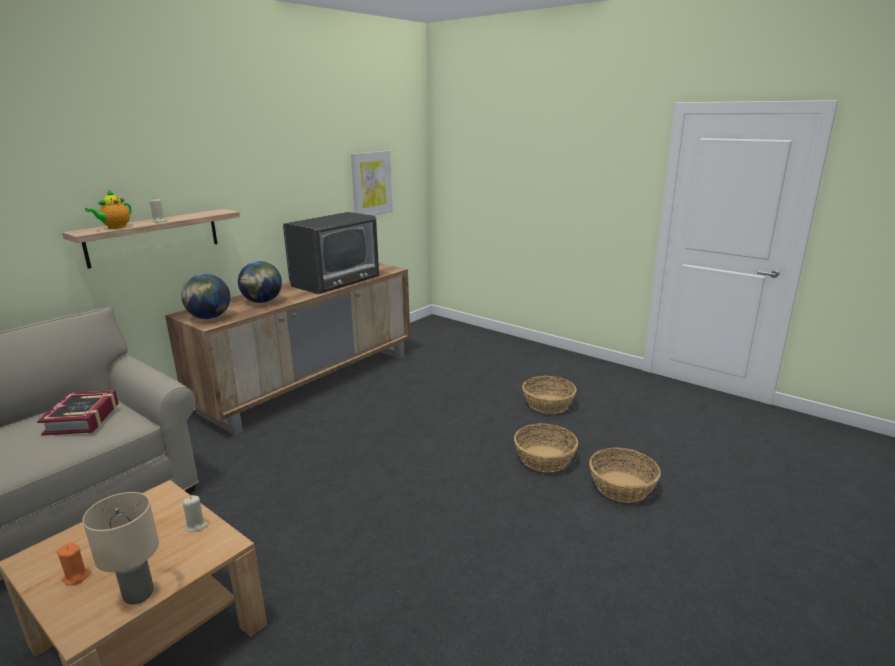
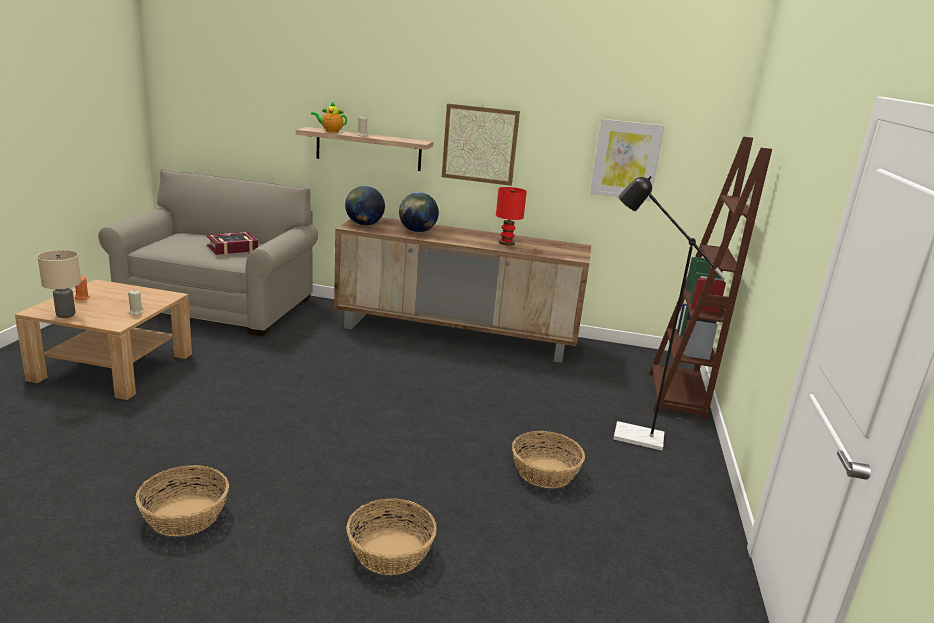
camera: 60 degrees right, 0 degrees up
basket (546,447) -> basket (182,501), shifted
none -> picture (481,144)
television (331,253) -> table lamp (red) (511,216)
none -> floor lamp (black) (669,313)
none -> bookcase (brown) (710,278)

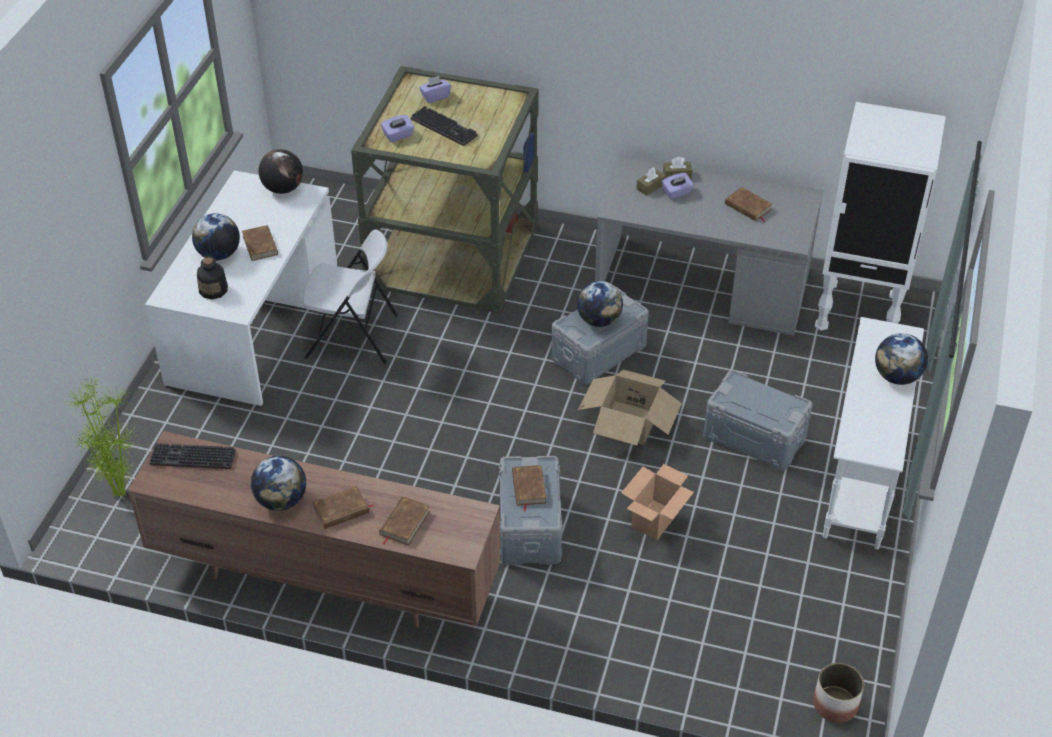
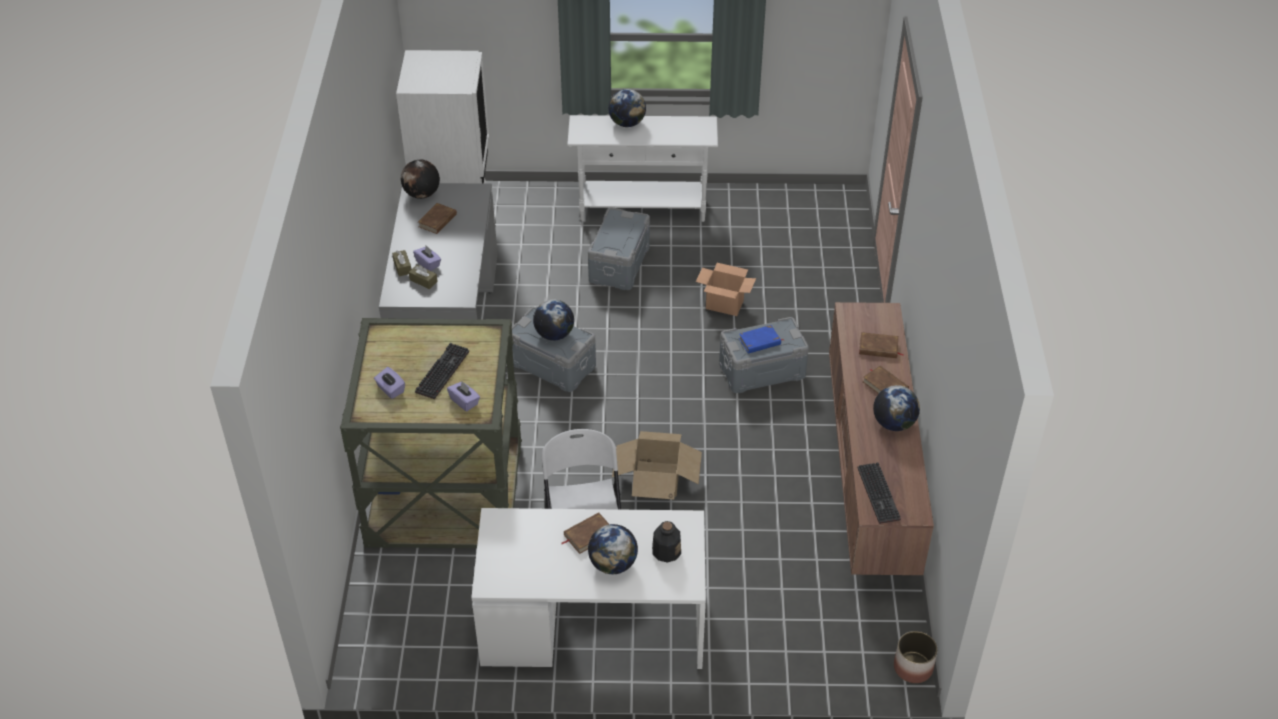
camera: 105 degrees left, 0 degrees up
globe (280,171) -> globe (420,179), shifted
cardboard box (630,407) -> cardboard box (657,465), shifted
book (brown) (529,488) -> book (blue) (761,339)
planter (838,693) -> planter (916,657), shifted
potted plant (102,436) -> none

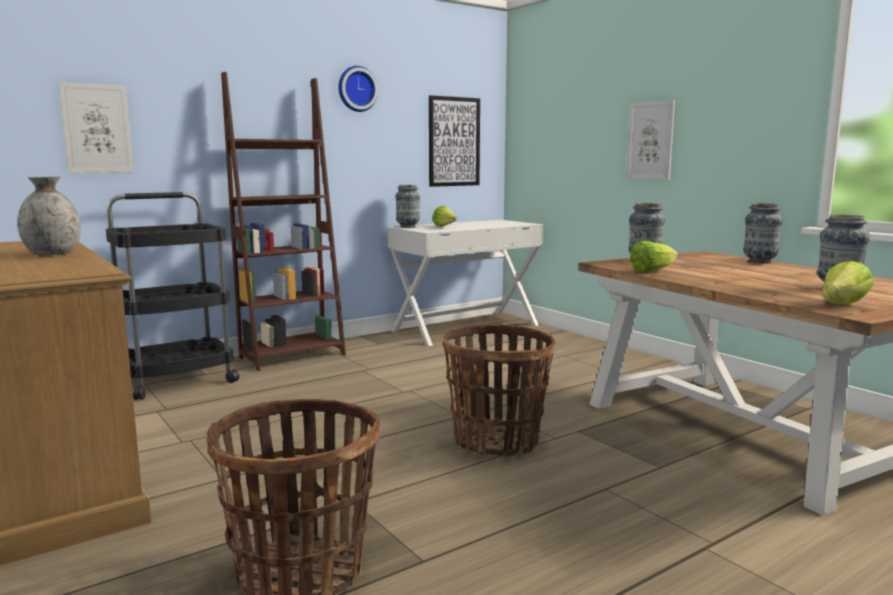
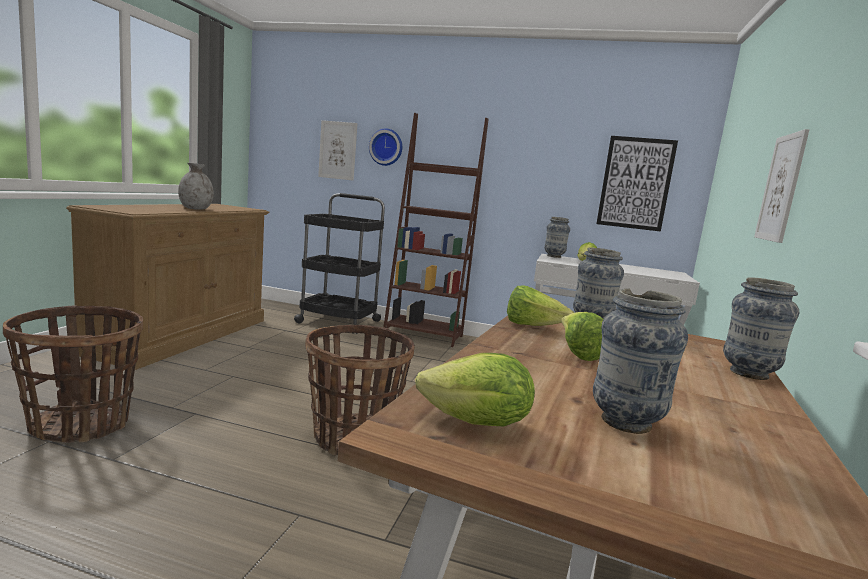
camera: 50 degrees right, 0 degrees up
wall clock (358,89) -> wall clock (385,147), shifted
none -> lettuce (582,336)

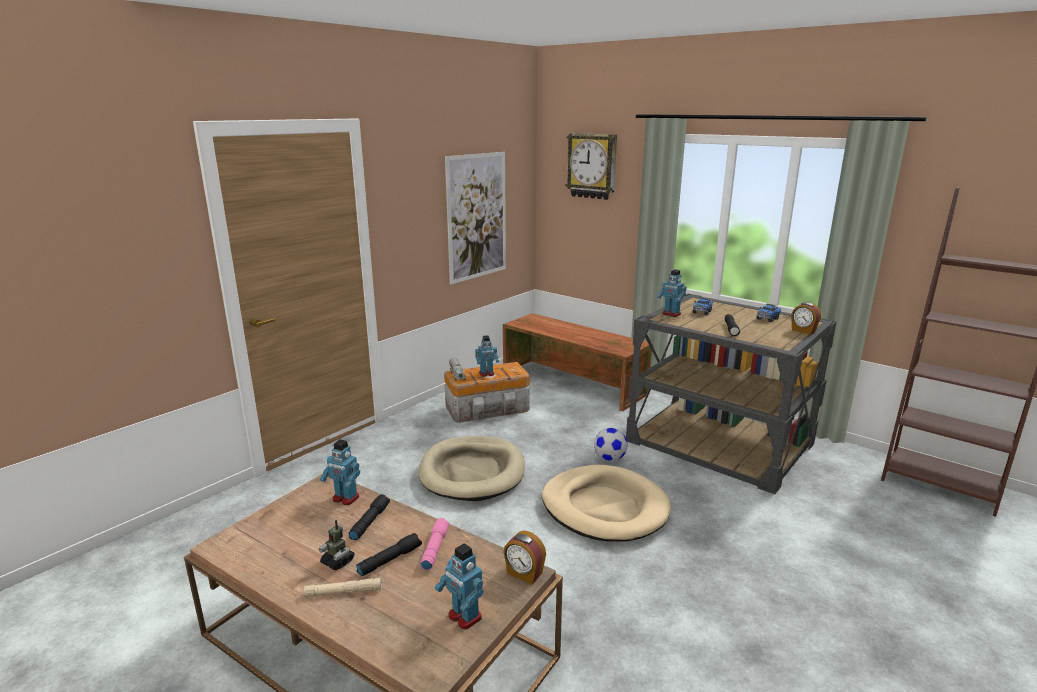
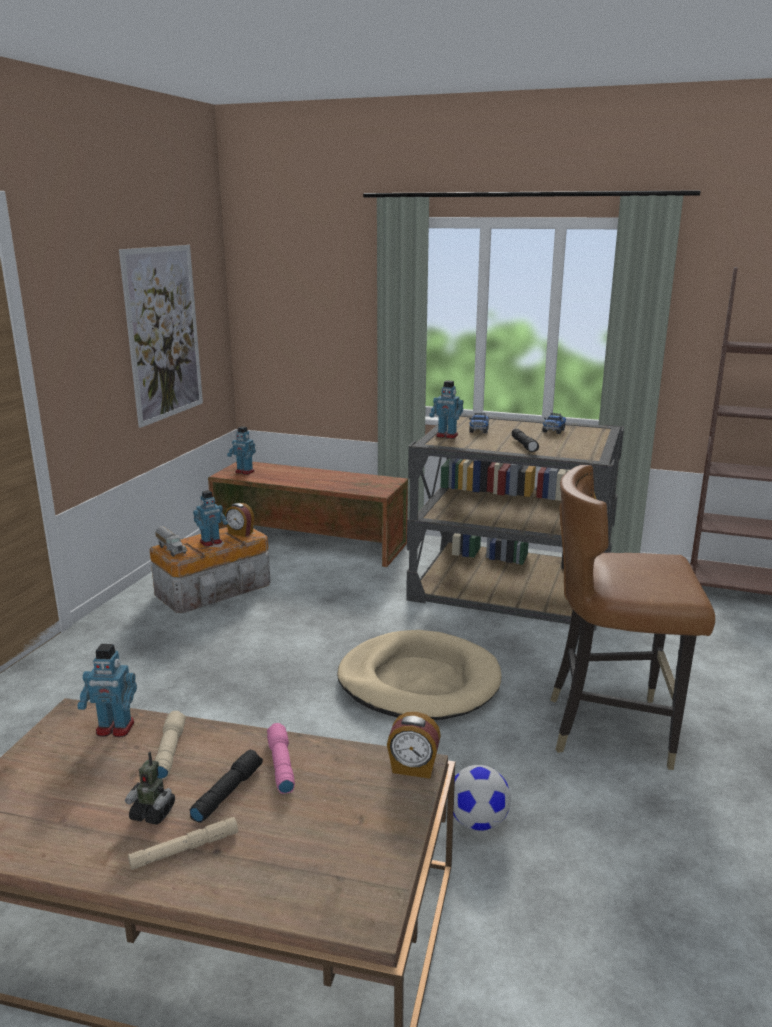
camera: 20 degrees left, 0 degrees up
flashlight (black) (369,517) -> flashlight (beige) (170,745)
alarm clock (806,318) -> alarm clock (239,520), shifted
toy robot (459,586) -> toy robot (241,450), shifted
football (611,444) -> football (482,798), shifted
none -> chair (brown) (632,617)
dog bed (beige) (472,468) -> none
wall clock (591,166) -> none

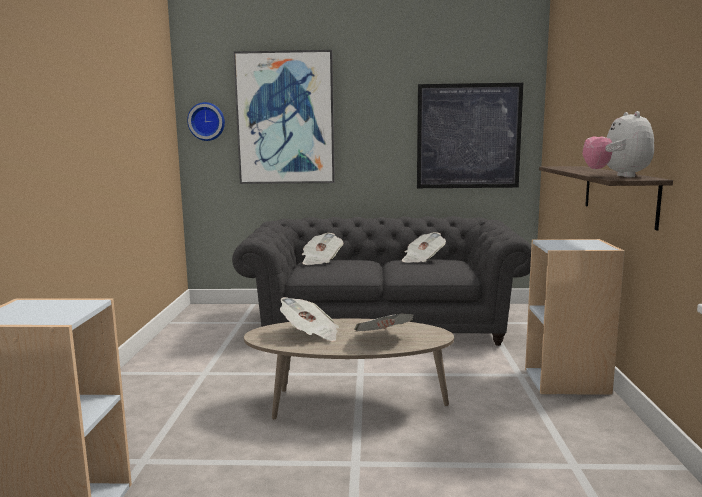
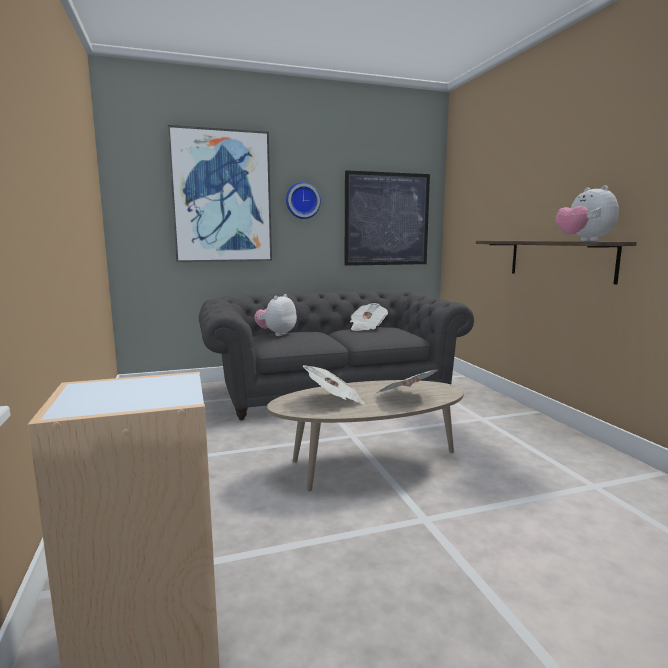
camera: 20 degrees left, 0 degrees up
newspaper (322,249) -> plush toy (275,315)
wall clock (206,121) -> wall clock (303,200), shifted
bookcase (575,317) -> none

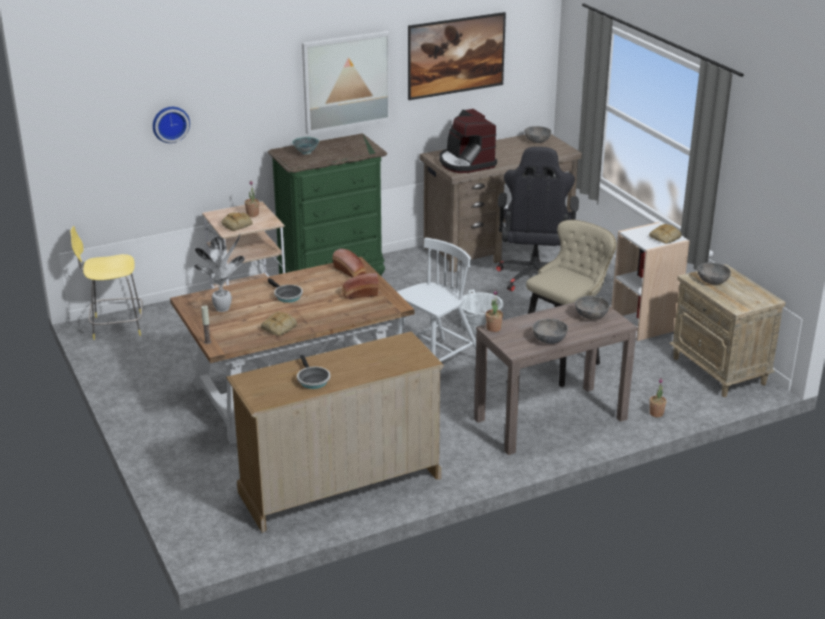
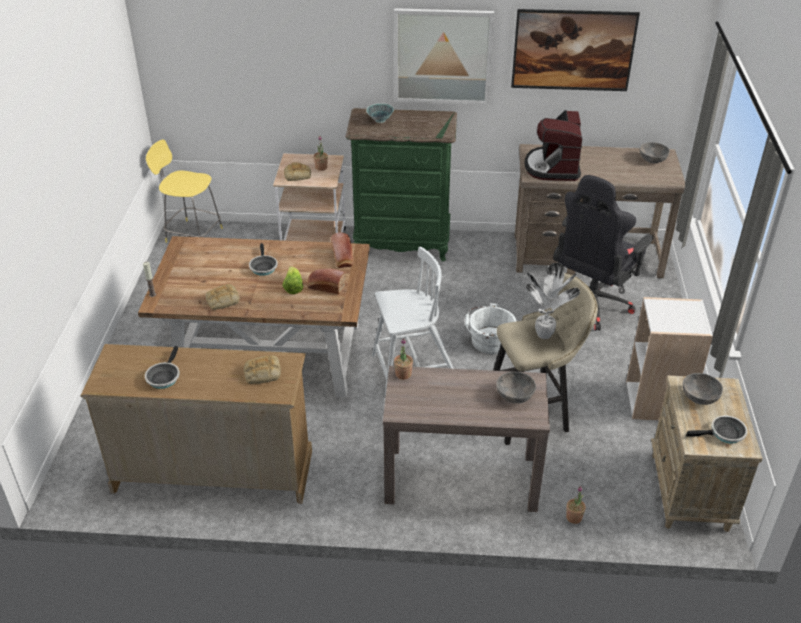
camera: 30 degrees right, 10 degrees up
bread (665,234) -> bread (262,369), shifted
none -> lettuce (292,280)
potted plant (219,273) -> potted plant (553,301), shifted
none -> frying pan (717,429)
wall clock (171,125) -> none
bowl (grey) (550,331) -> none

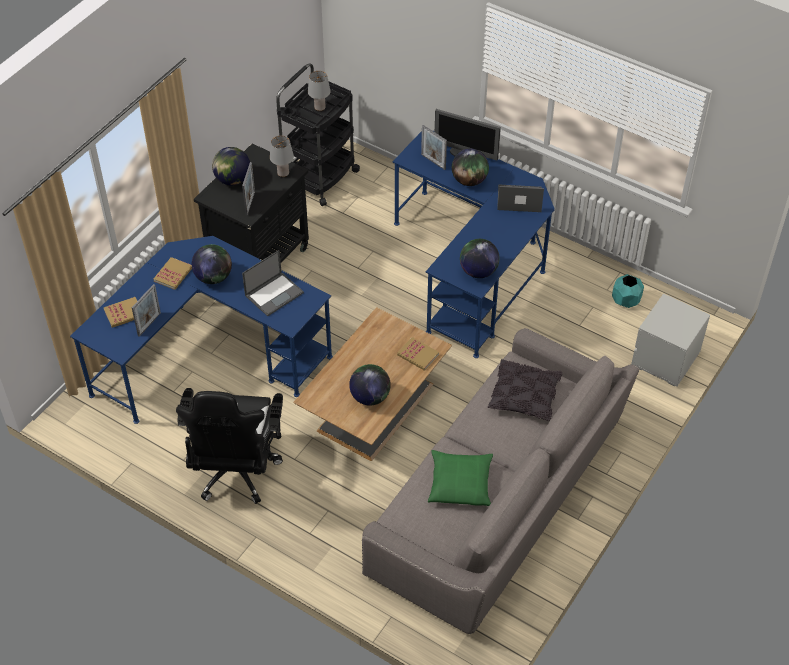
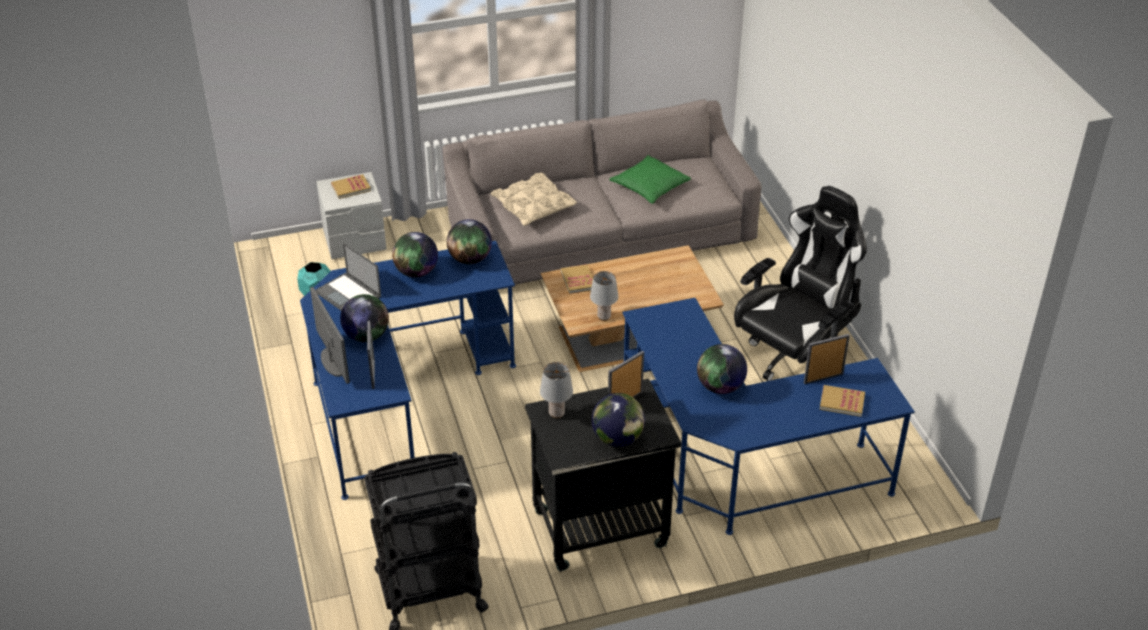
camera: 140 degrees left, 10 degrees down
book (172,273) -> book (351,186), shifted
globe (370,385) -> globe (415,255), shifted
pillow (black) (525,390) -> pillow (beige) (533,199)
table lamp (grey) (319,91) -> table lamp (grey) (604,296), shifted
laptop (273,283) -> none

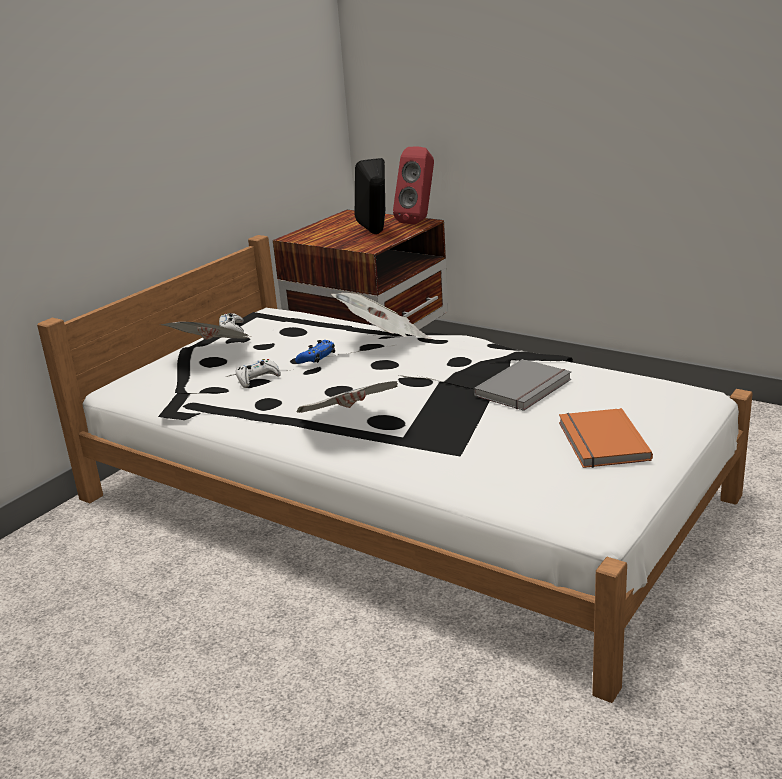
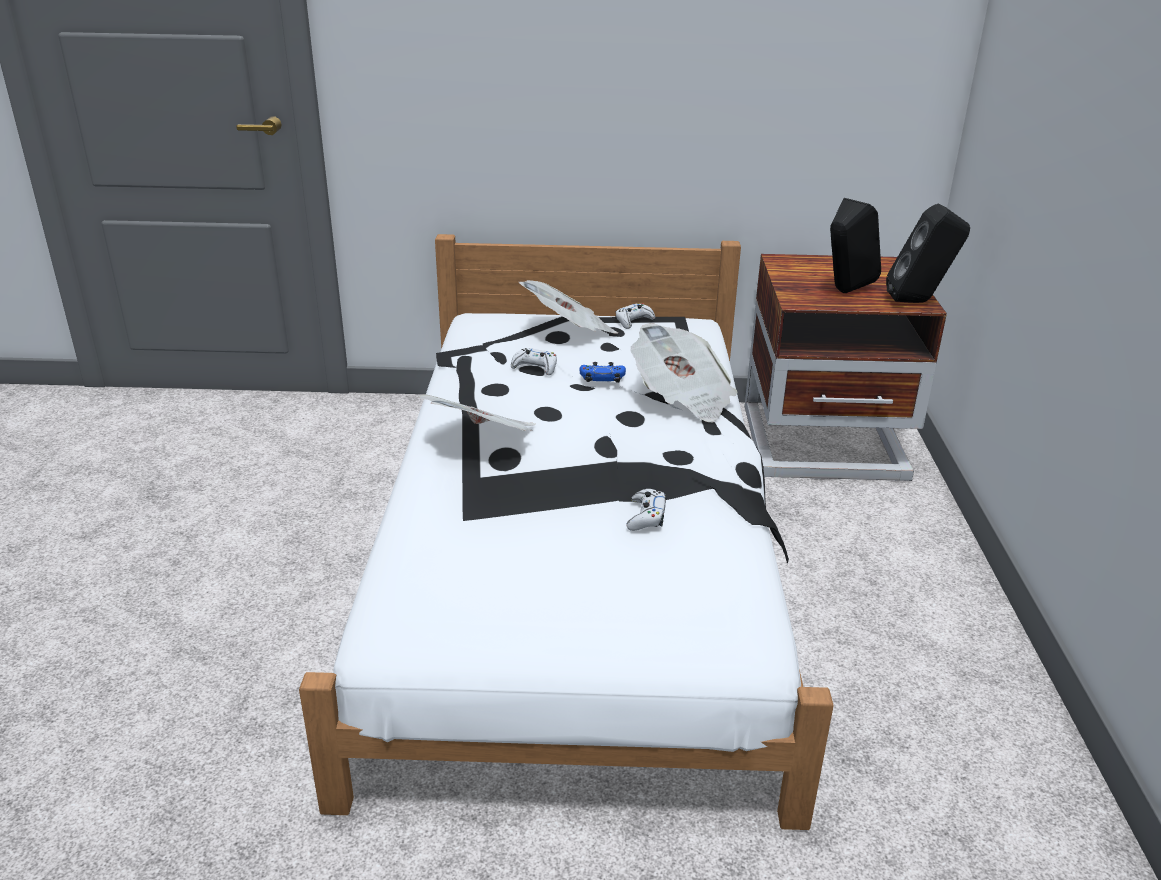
camera: 55 degrees right, 5 degrees up
book (grey) (522,385) -> game controller (white) (646,510)
speaker (red) (413,185) -> speaker (black) (928,253)
book (orange) (606,438) -> none

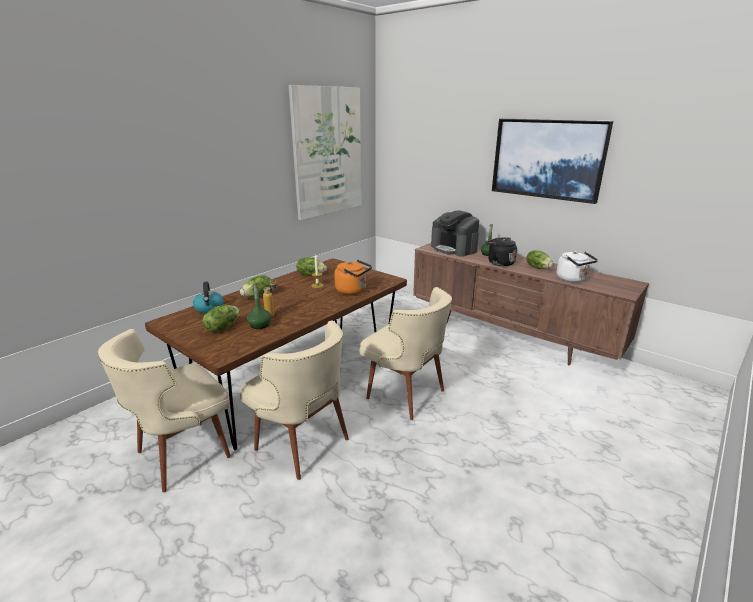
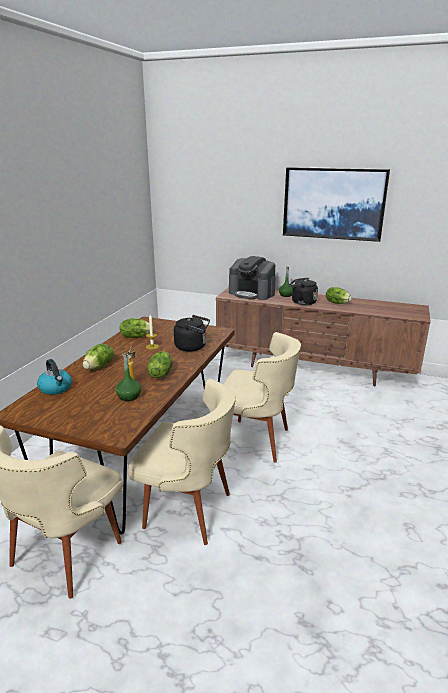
camera: 20 degrees left, 0 degrees up
lettuce (221,318) -> lettuce (159,364), shifted
kettle (orange) (353,277) -> kettle (black) (192,333)
picture (325,152) -> none
kettle (white) (577,266) -> none

